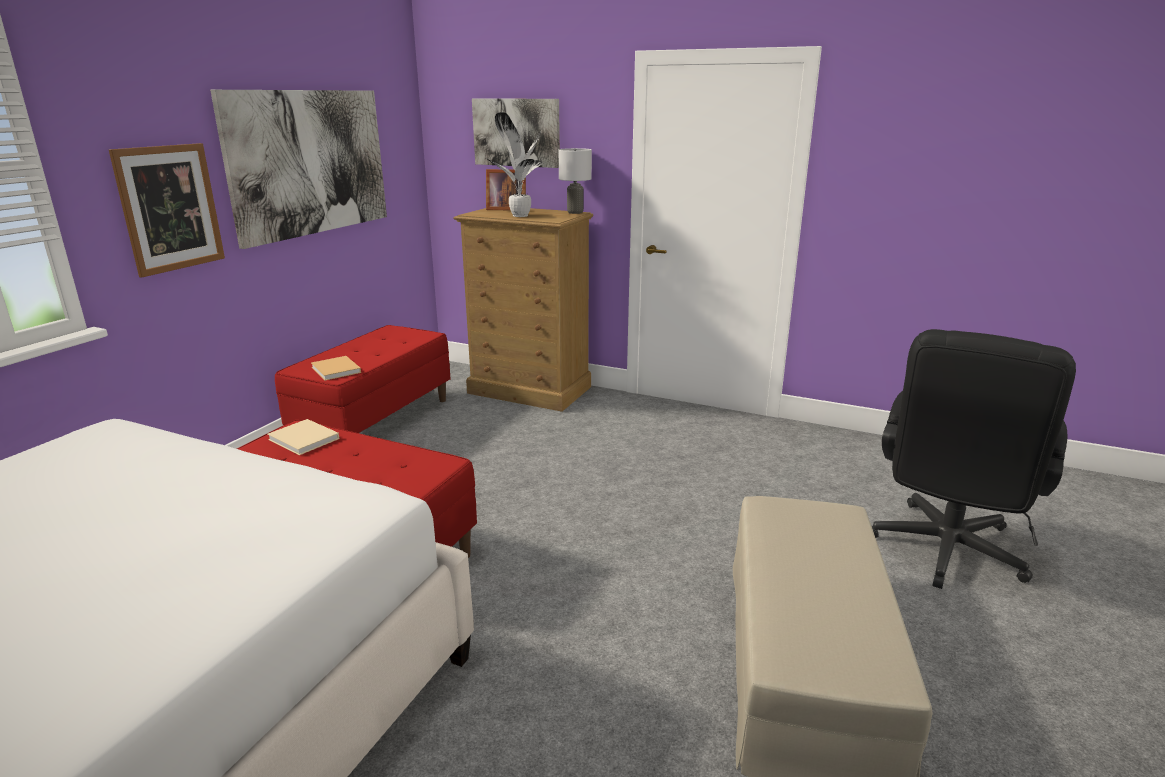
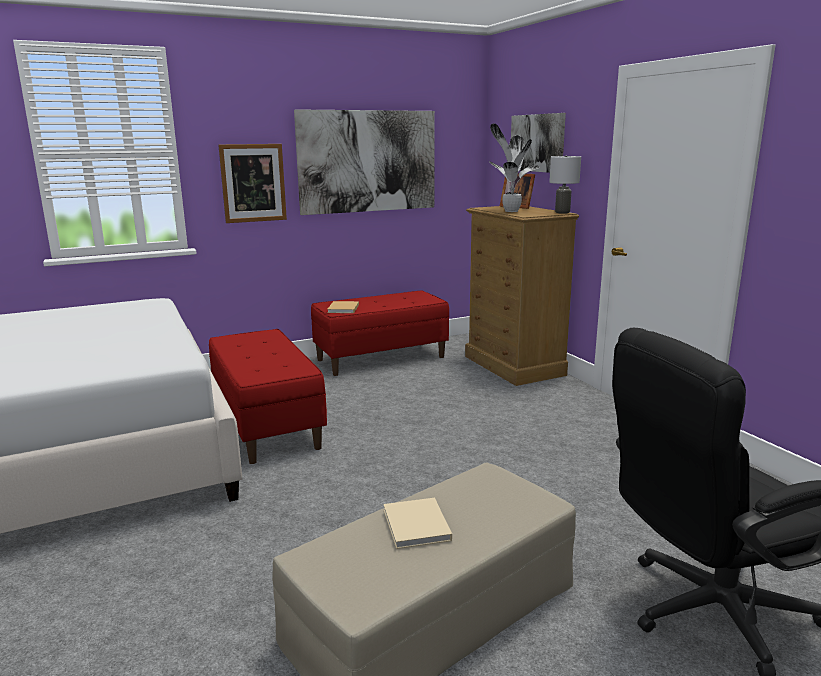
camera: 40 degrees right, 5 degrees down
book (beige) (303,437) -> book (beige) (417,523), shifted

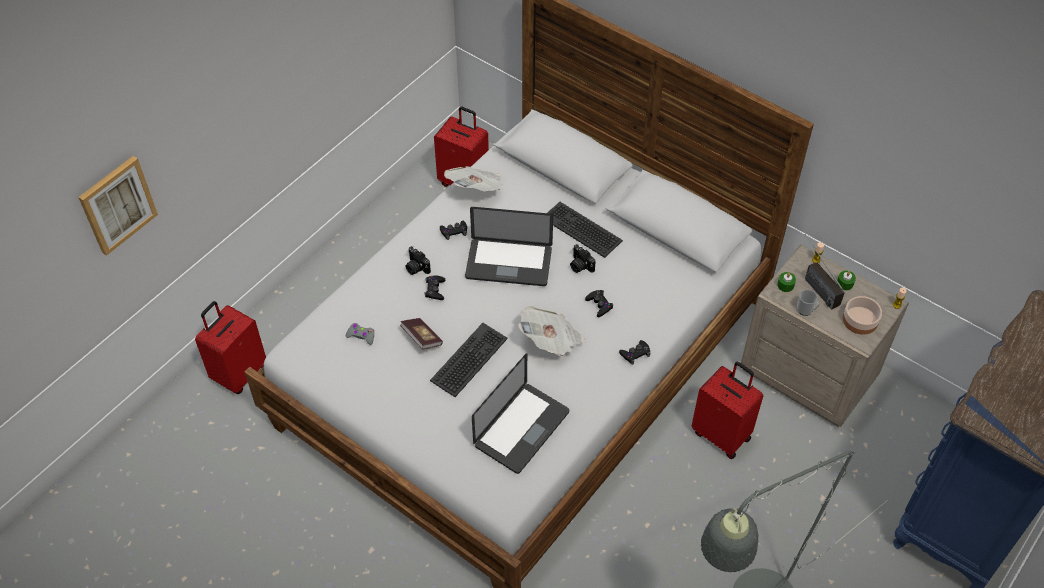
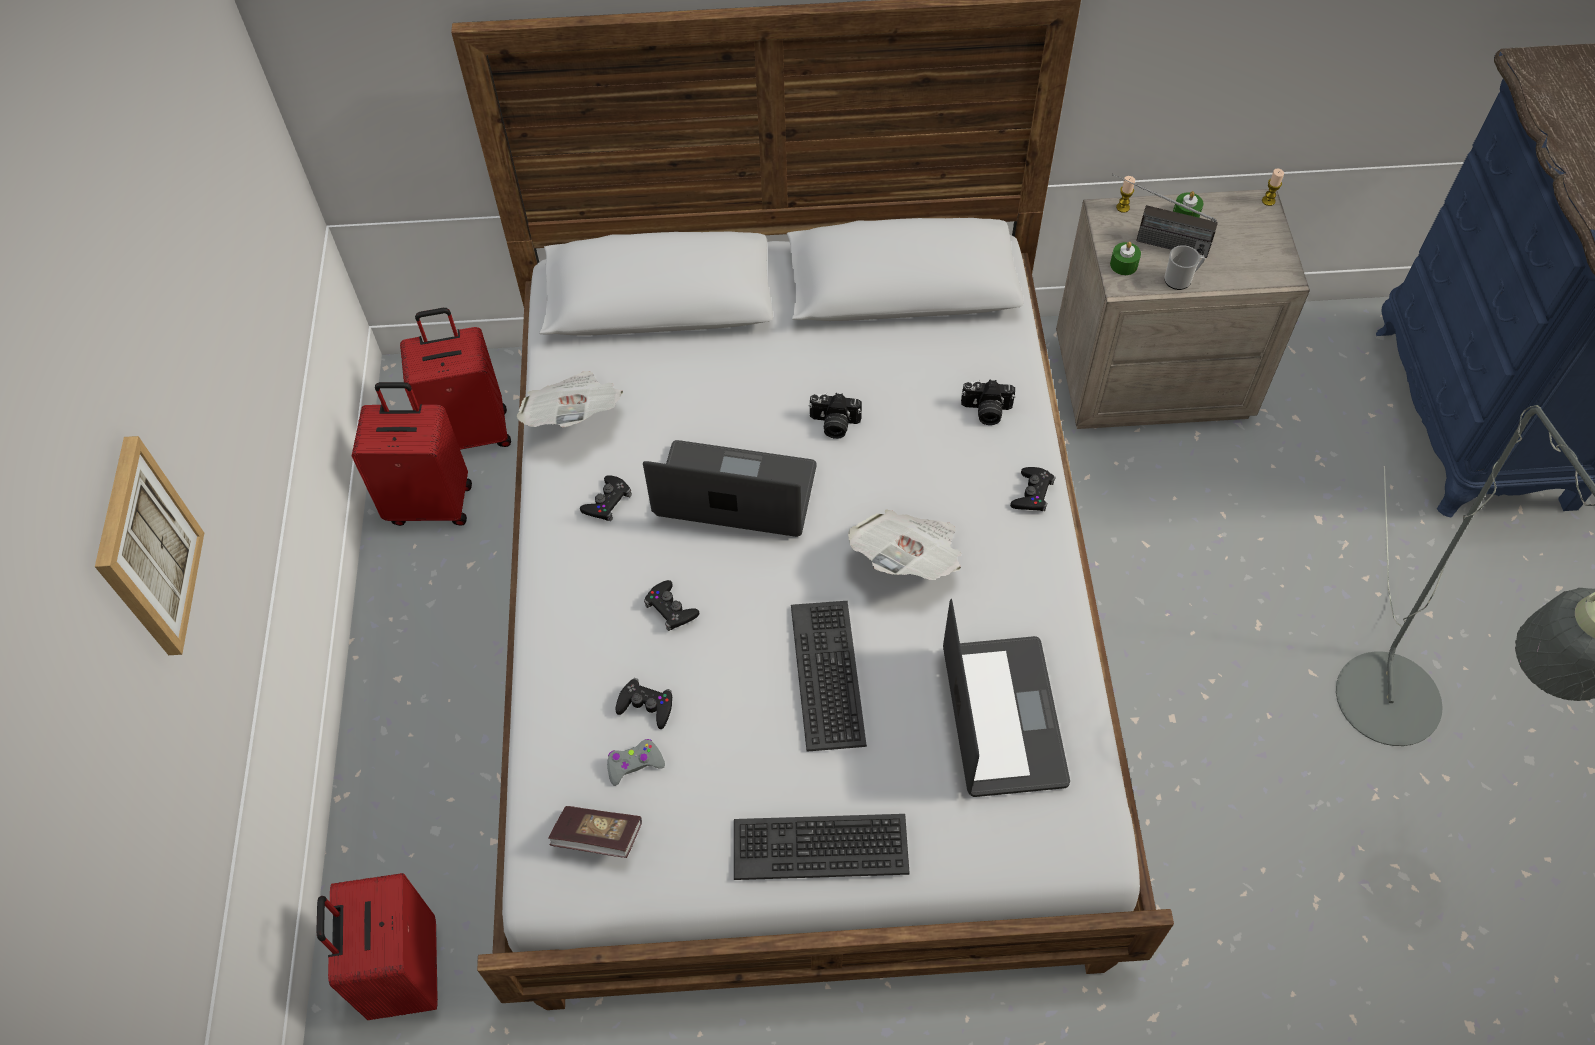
camera: 40 degrees left, 5 degrees up
picture (118,206) -> picture (149,545), shifted
suitcase (red) (727,410) -> suitcase (red) (412,454), shifted
book (421,333) -> book (595,832), shifted
game controller (black) (599,303) -> game controller (black) (644,703), shifted
laptop (509,246) -> laptop (729,488), 135 degrees counterclockwise
keyboard (585,230) -> keyboard (822,847), shifted
photo camera (418,260) -> photo camera (988,402), shifted
bowl (862,315) -> none

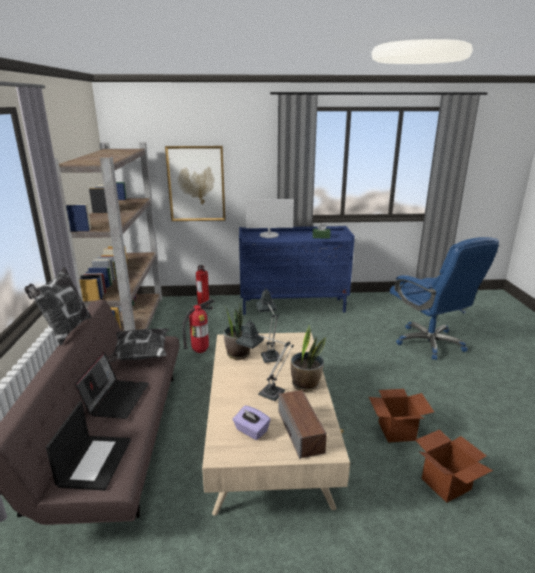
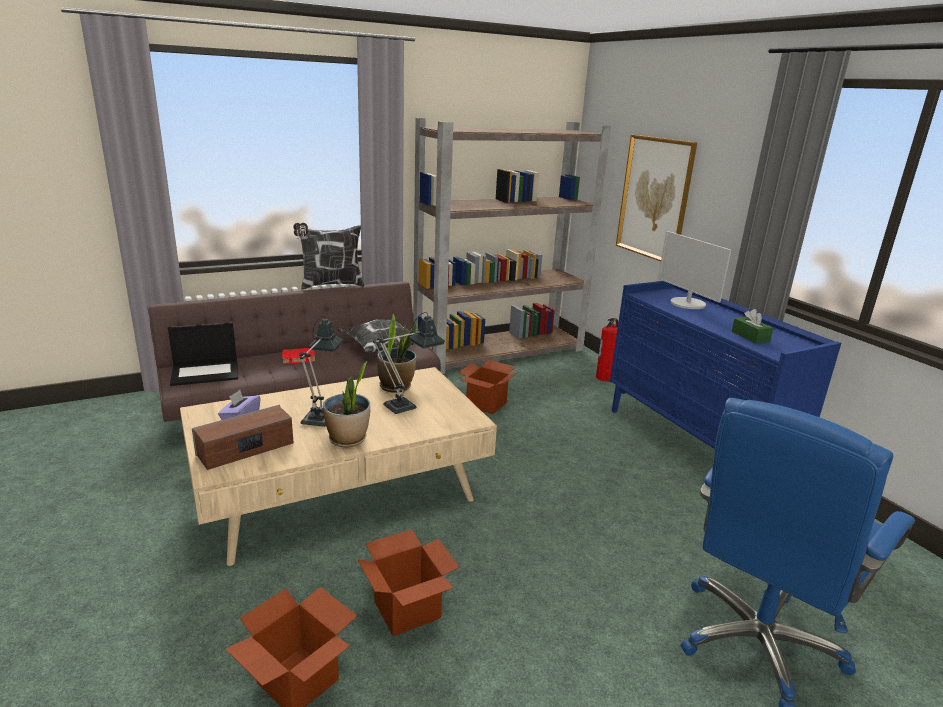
camera: 65 degrees right, 0 degrees up
laptop (112,385) -> book (red) (298,356)
fire extinguisher (198,326) -> cardboard box (488,387)

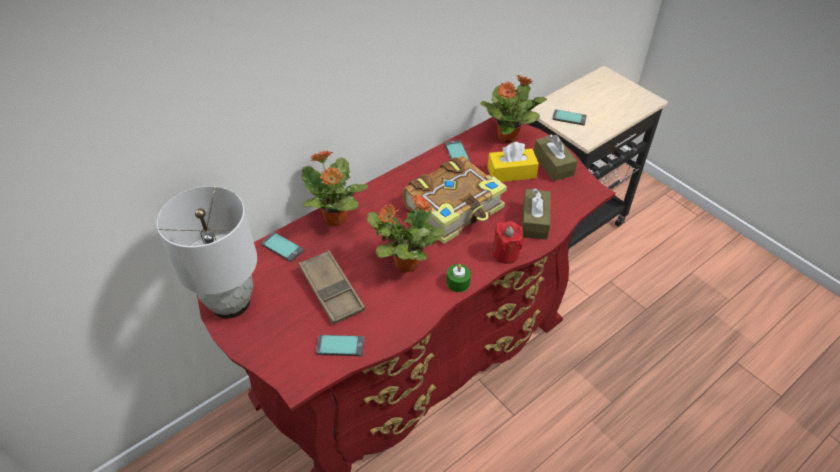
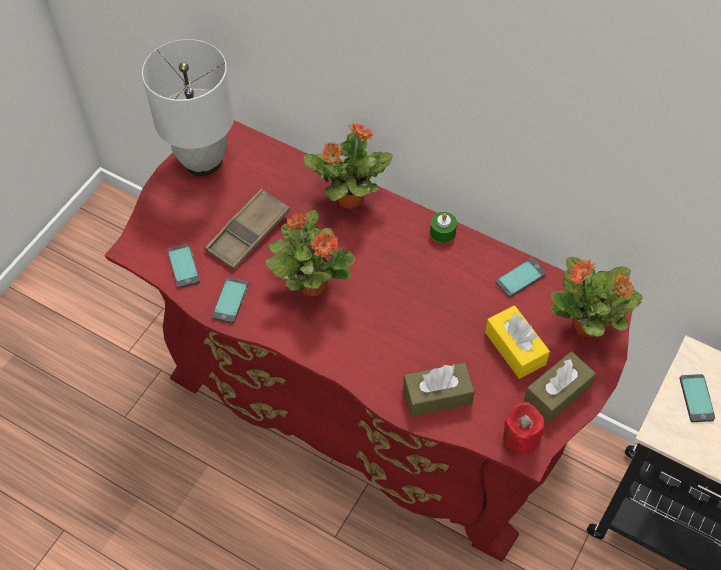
camera: 70 degrees right, 10 degrees up
phone (282,247) -> phone (230,300), shifted
candle (green) (459,278) -> candle (green) (443,227), shifted
candle (red) (507,242) -> candle (red) (523,428), shifted
book (455,200) -> none

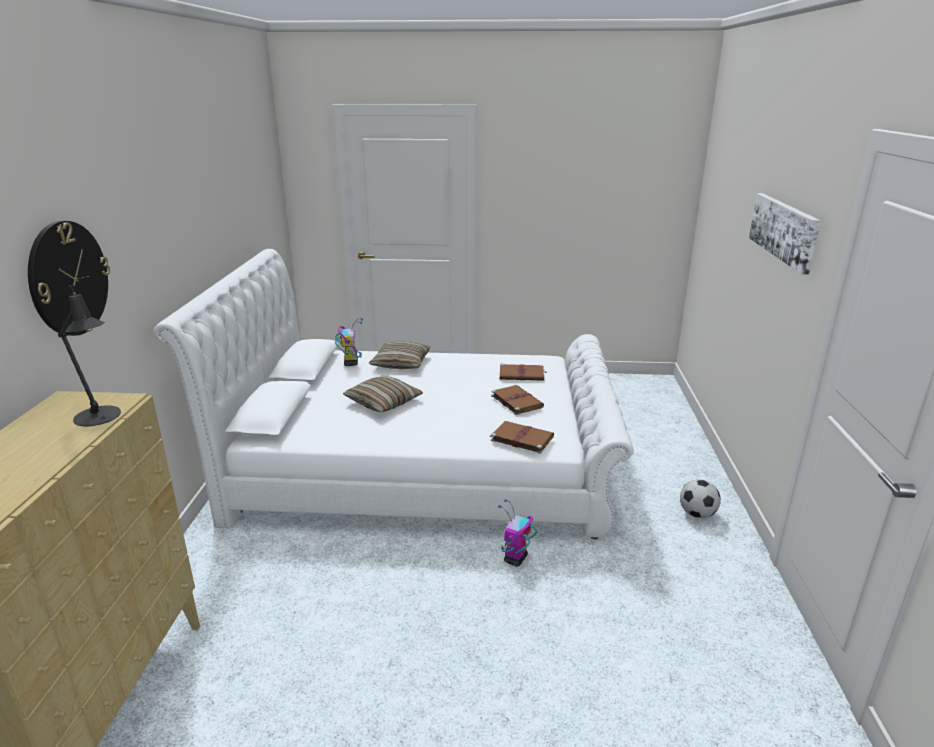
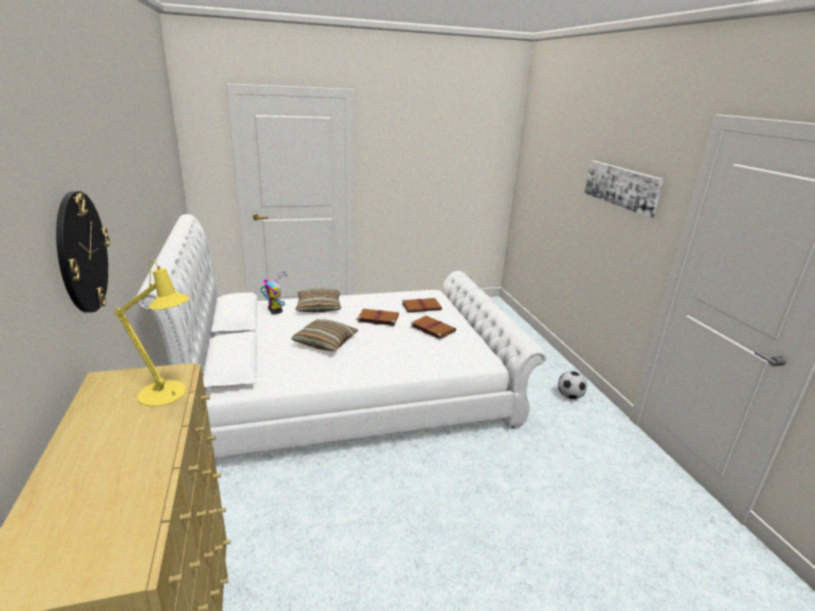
camera: 20 degrees left, 0 degrees up
table lamp (black) (89,355) -> table lamp (yellow) (151,332)
book (brown) (521,437) -> book (brown) (377,317), shifted
toy robot (517,533) -> none

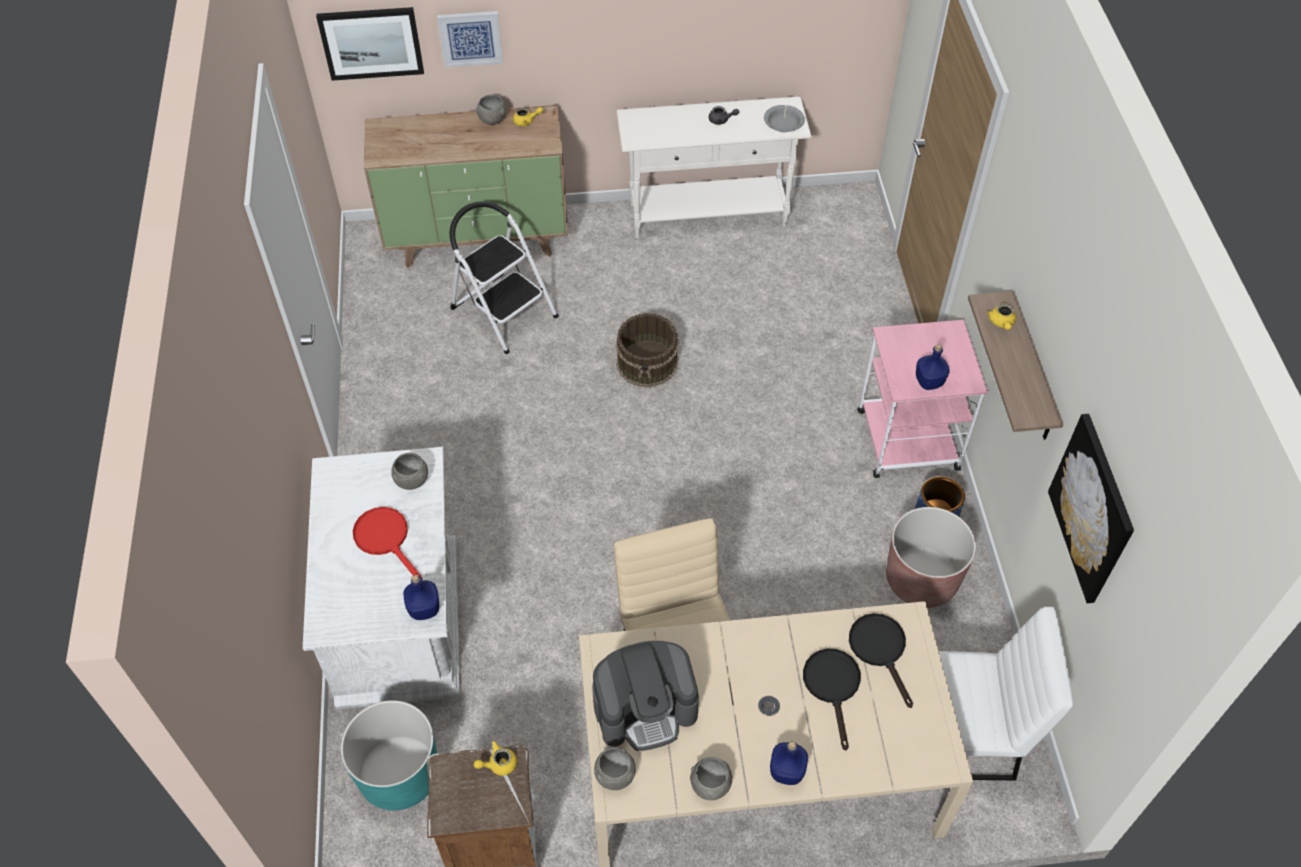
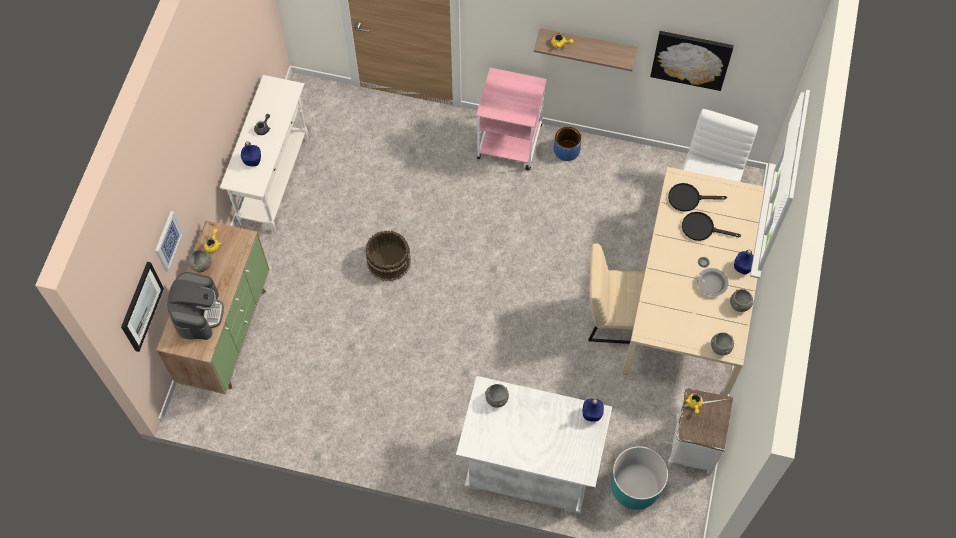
camera: 70 degrees left, 10 degrees up
coffee machine (645,696) -> coffee machine (195,306), shifted
bottle (blue) (932,367) -> bottle (blue) (251,153), shifted
bowl (grey) (784,118) -> bowl (grey) (712,282), shifted
frying pan (red) (388,543) -> none
step ladder (504,277) -> none
planter (brown) (931,557) -> none

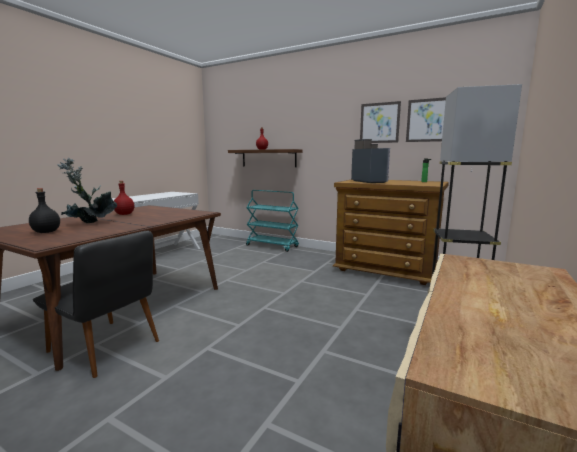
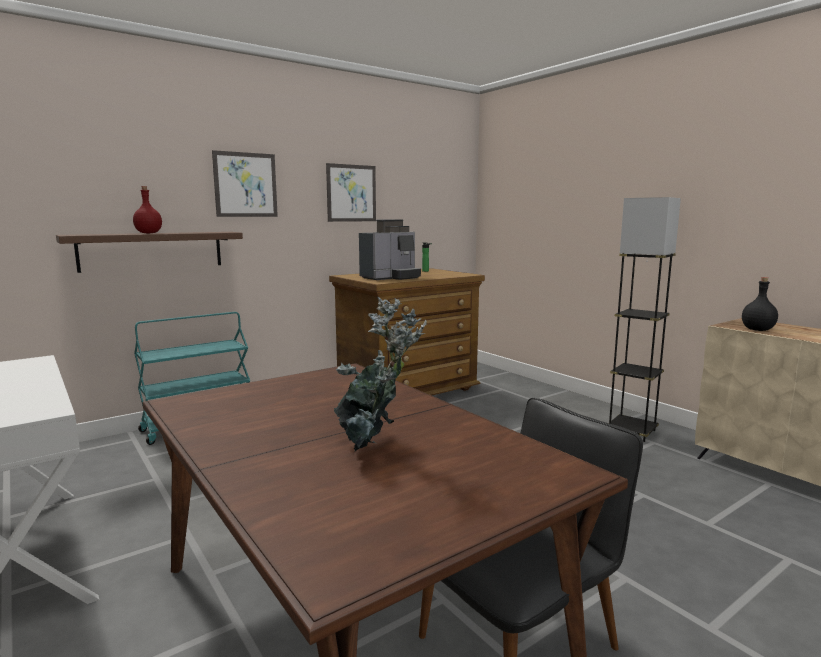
camera: 65 degrees left, 0 degrees up
picture (426,119) -> picture (245,183), shifted
coffee machine (370,161) -> coffee machine (390,249), 135 degrees clockwise
bottle (black) (44,210) -> bottle (black) (760,304), shifted
bottle (red) (124,198) -> none

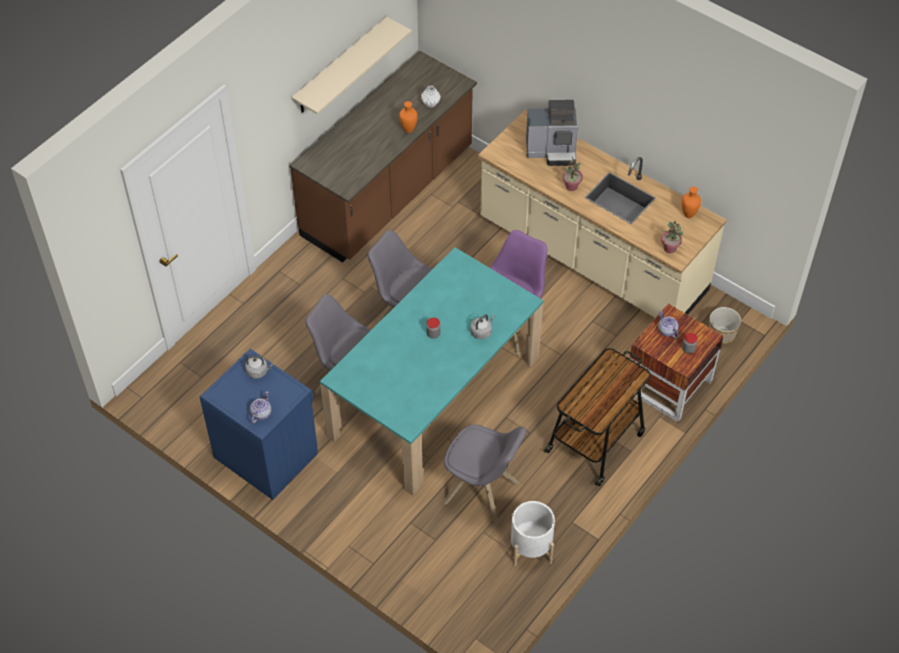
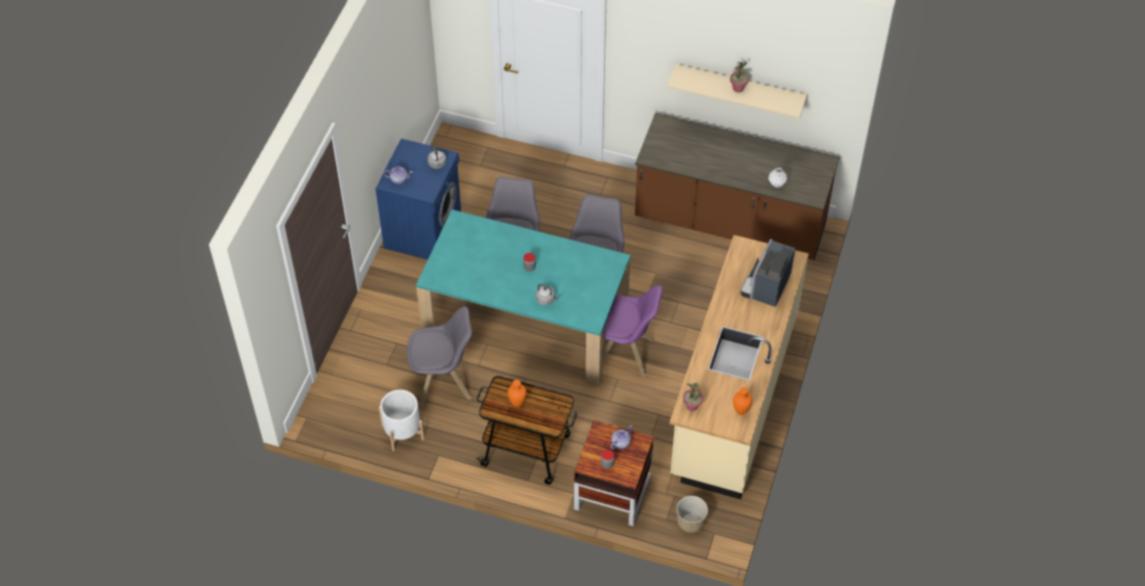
camera: 70 degrees right, 0 degrees up
chair (grey) (485,474) -> chair (grey) (439,357), 105 degrees counterclockwise
vase (orange) (408,117) -> vase (orange) (517,393), shifted
potted plant (573,174) -> potted plant (739,76), shifted
coffee machine (552,133) -> coffee machine (768,273), 45 degrees clockwise

